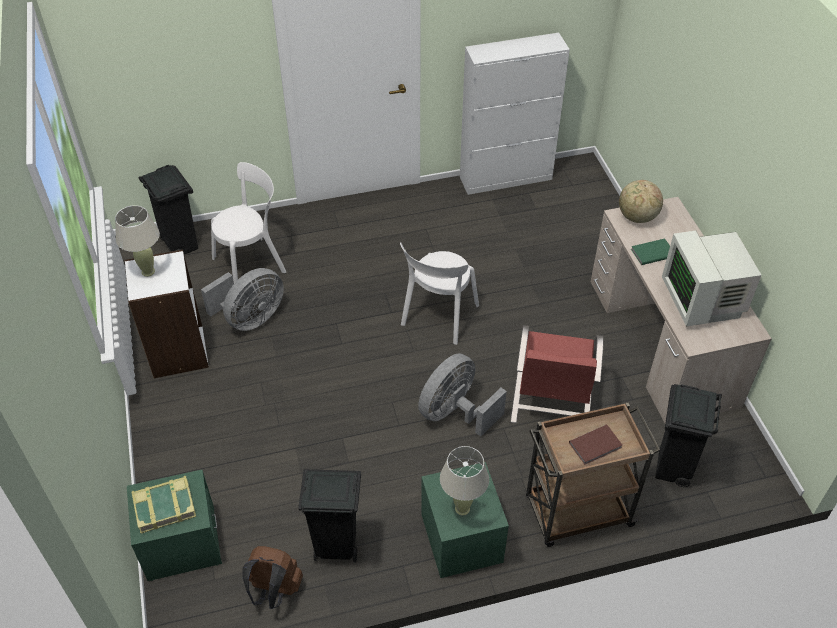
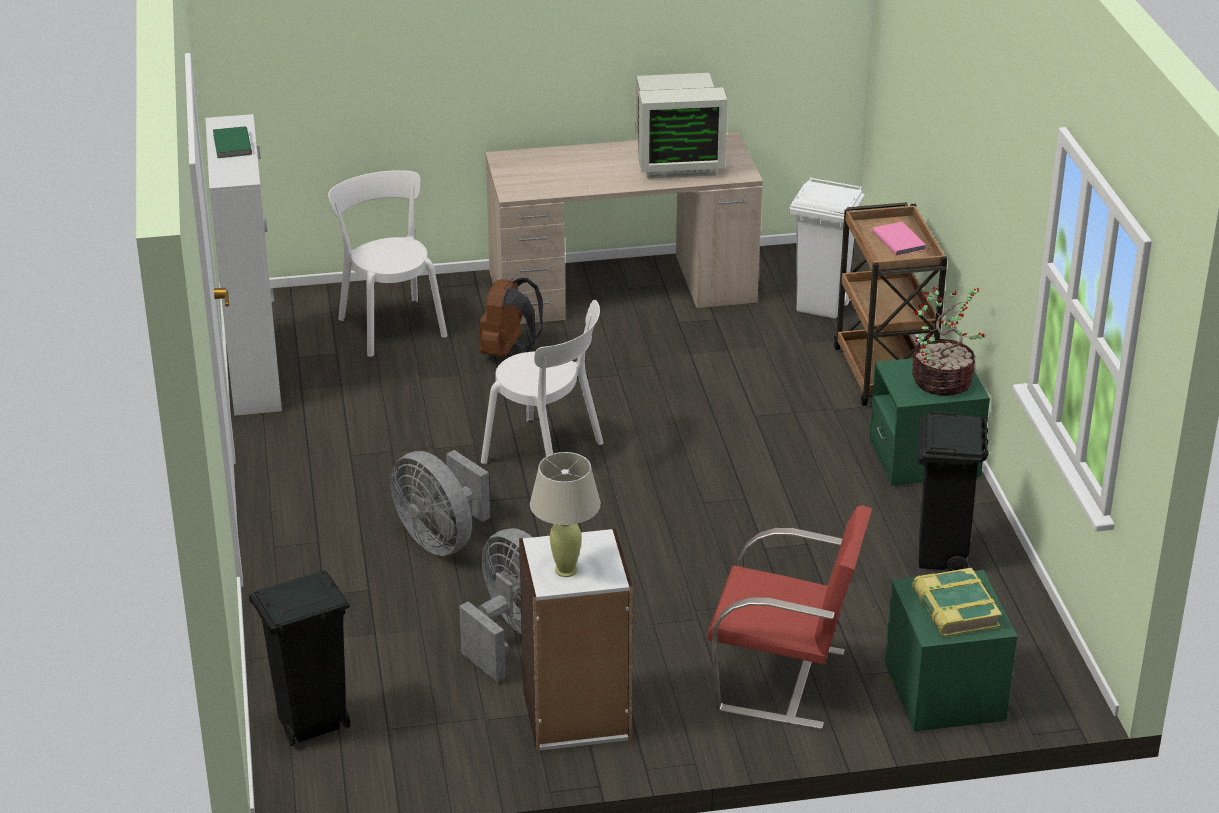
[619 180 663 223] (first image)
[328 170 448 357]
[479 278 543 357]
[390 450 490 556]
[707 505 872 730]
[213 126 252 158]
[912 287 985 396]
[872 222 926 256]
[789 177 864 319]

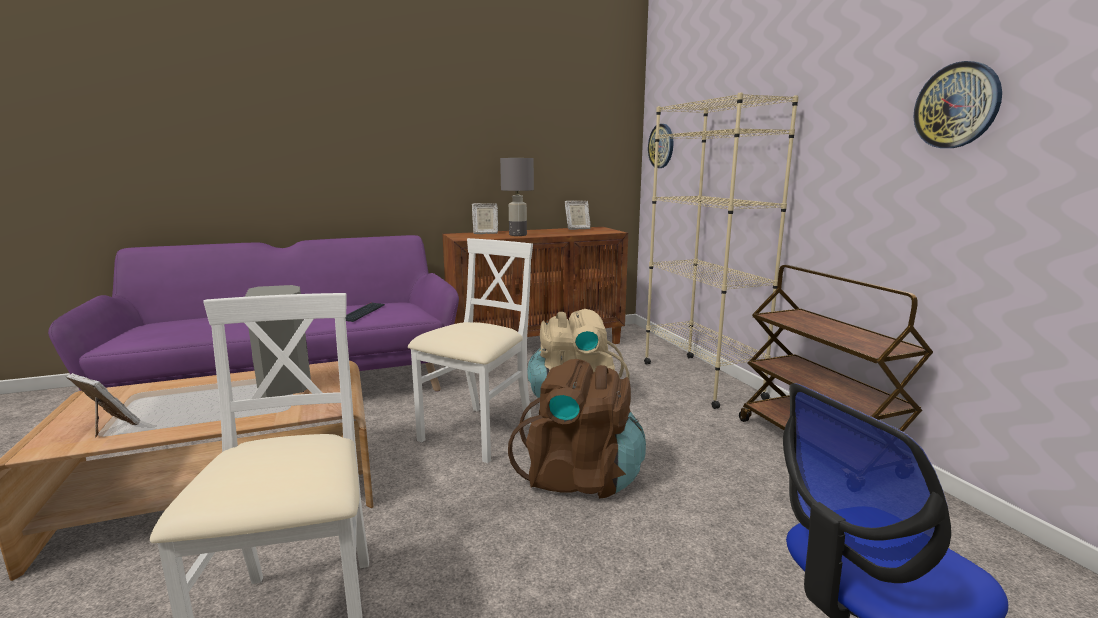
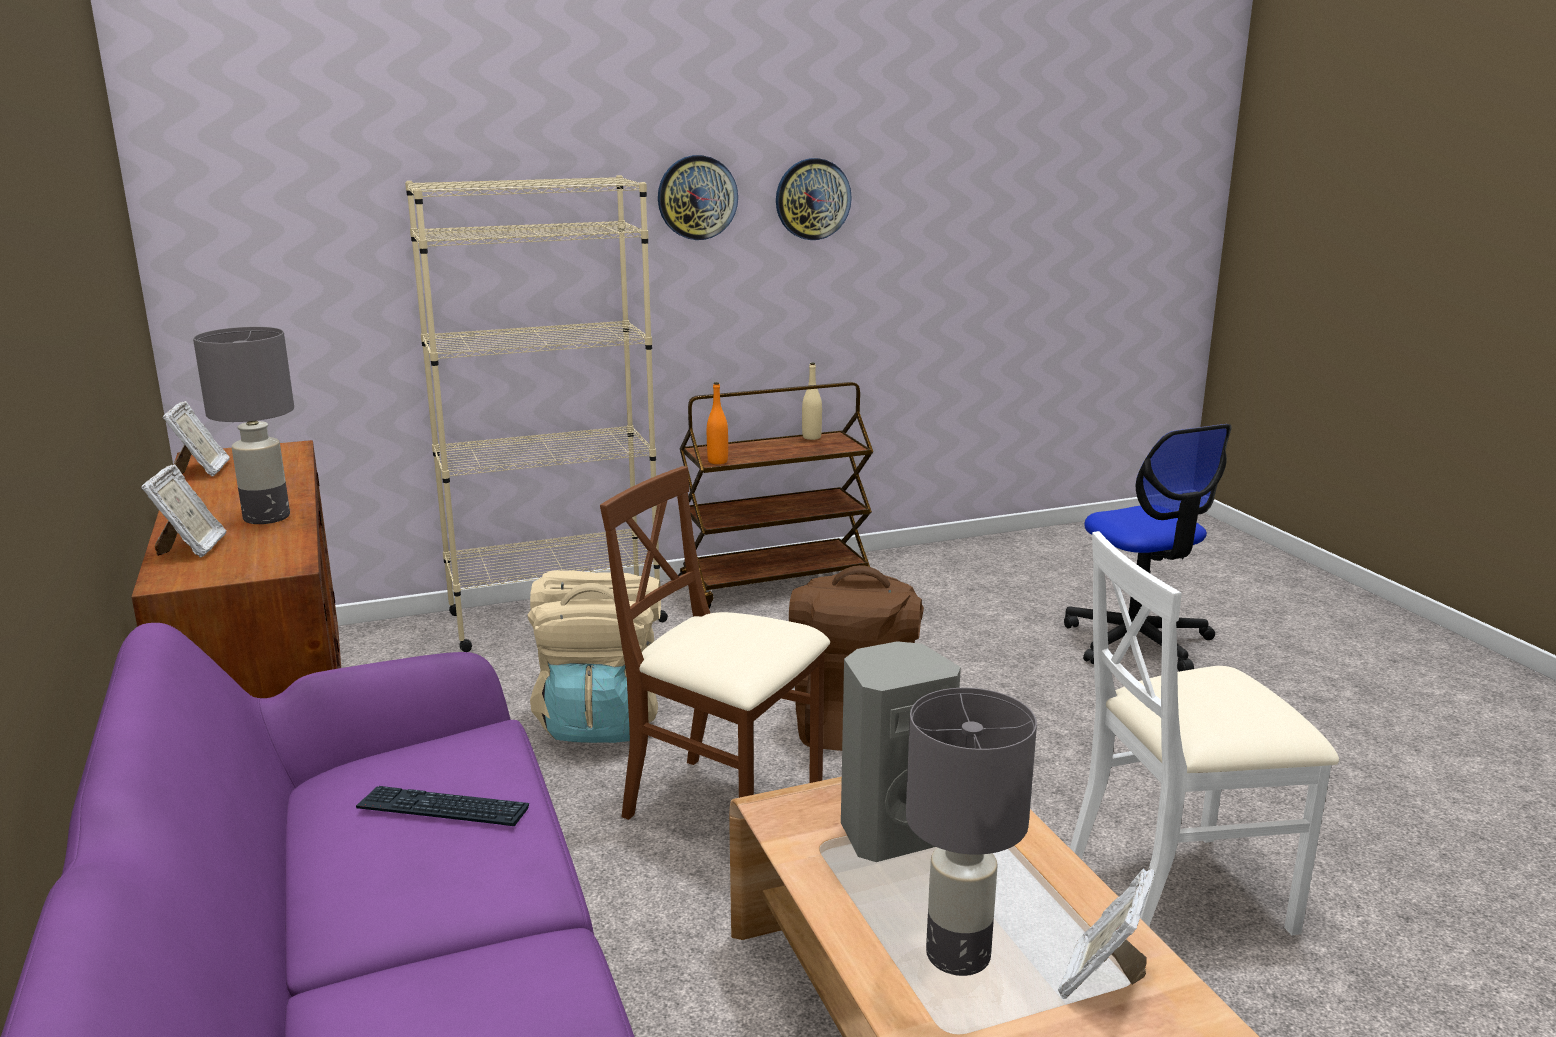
[707 382 728 464]
[802 362 822 440]
[906 688 1037 976]
[658 155 738 240]
[600 466 830 820]

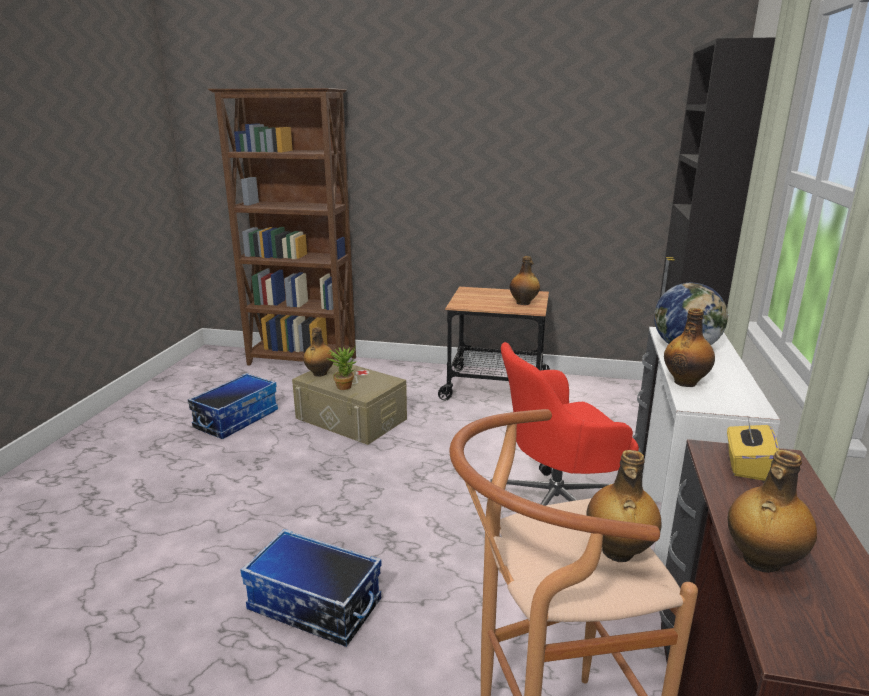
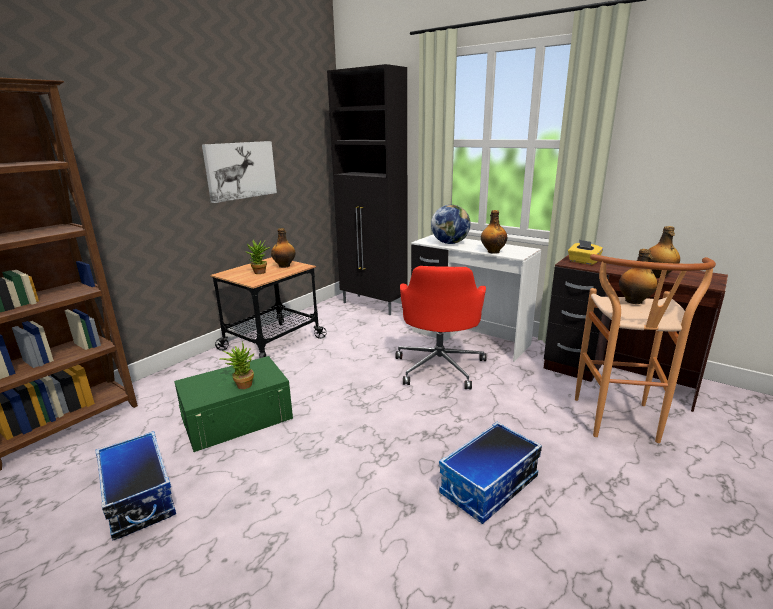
[303 327 335 377] (first image)
[202 141 277 203]
[245 240 271 274]
[174 356 293 452]

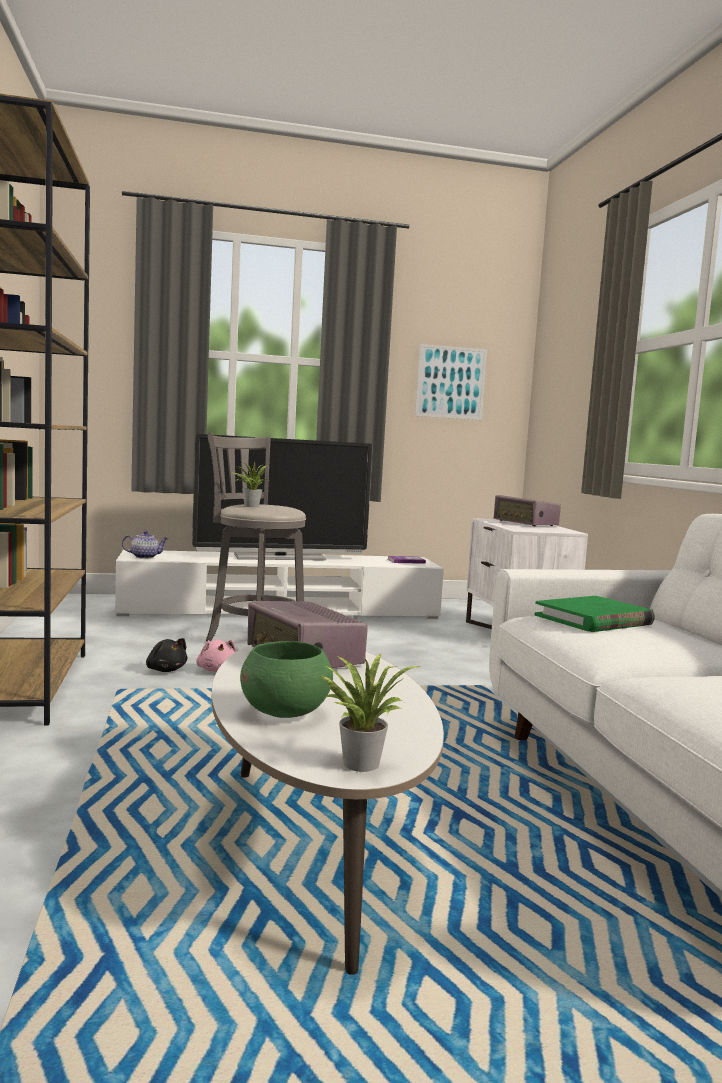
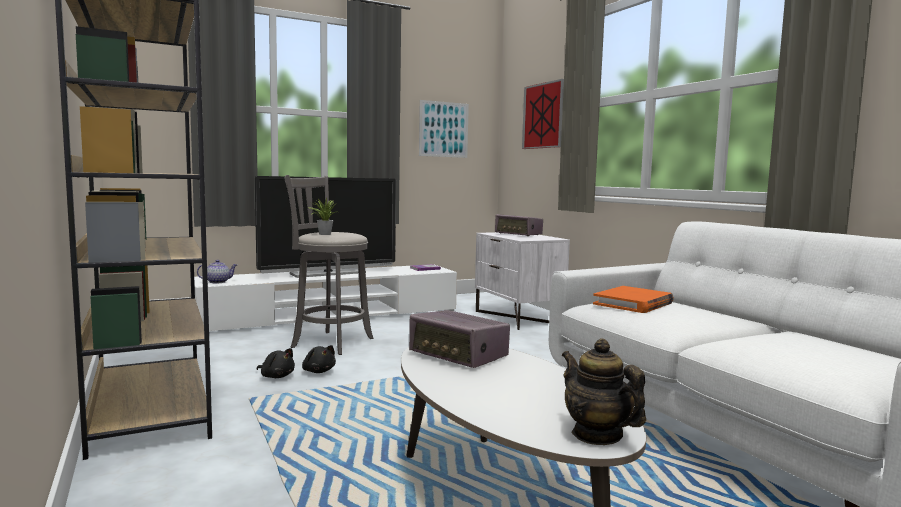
[240 641 333 718] (first image)
[522 79 564 149]
[562 338 646 445]
[302 345 336 373]
[593 286 674 313]

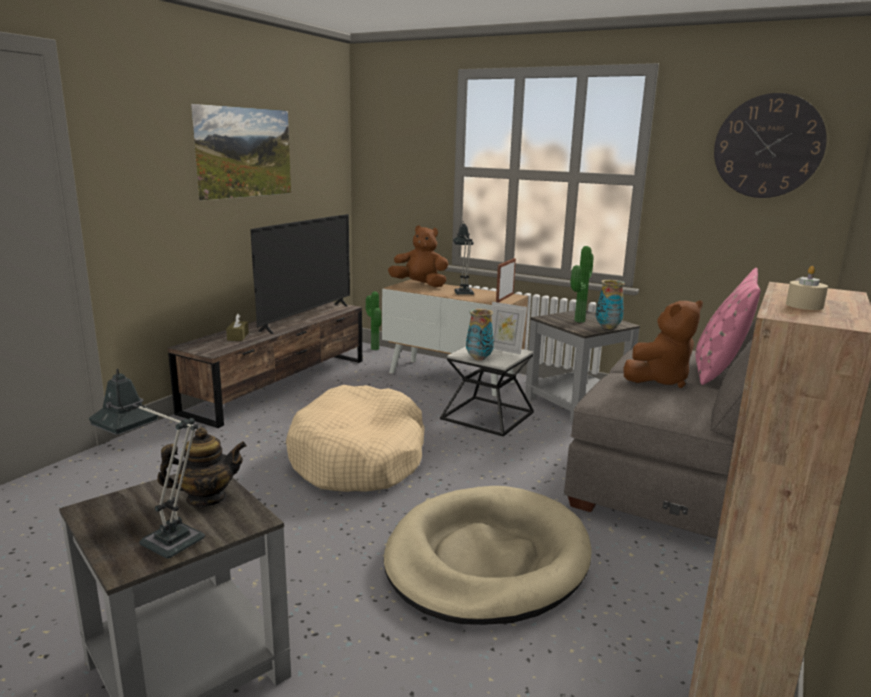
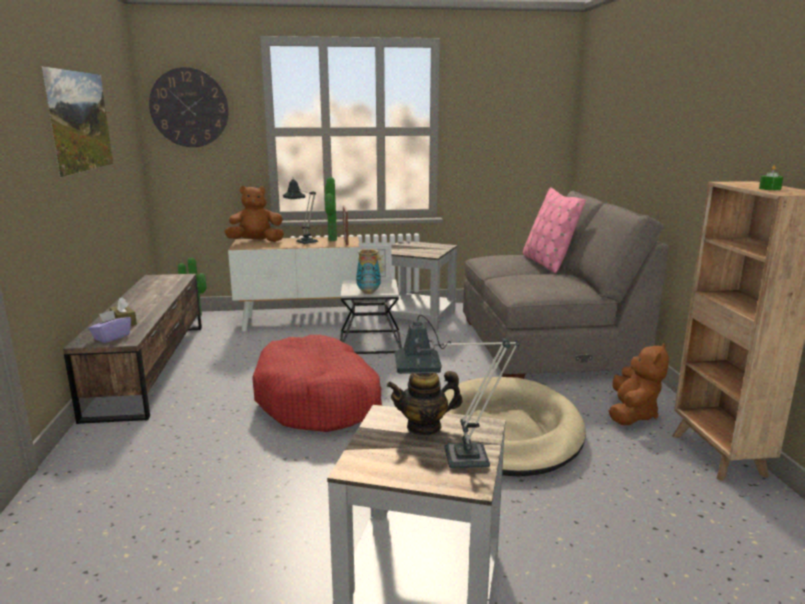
[250 214 350 334] (first image)
[596 280 625 329] (first image)
[89 310 131 343]
[325 177 337 241]
[609 343 669 425]
[149 67 229 147]
[252 335 382 432]
[759 166 783 190]
[387 371 463 436]

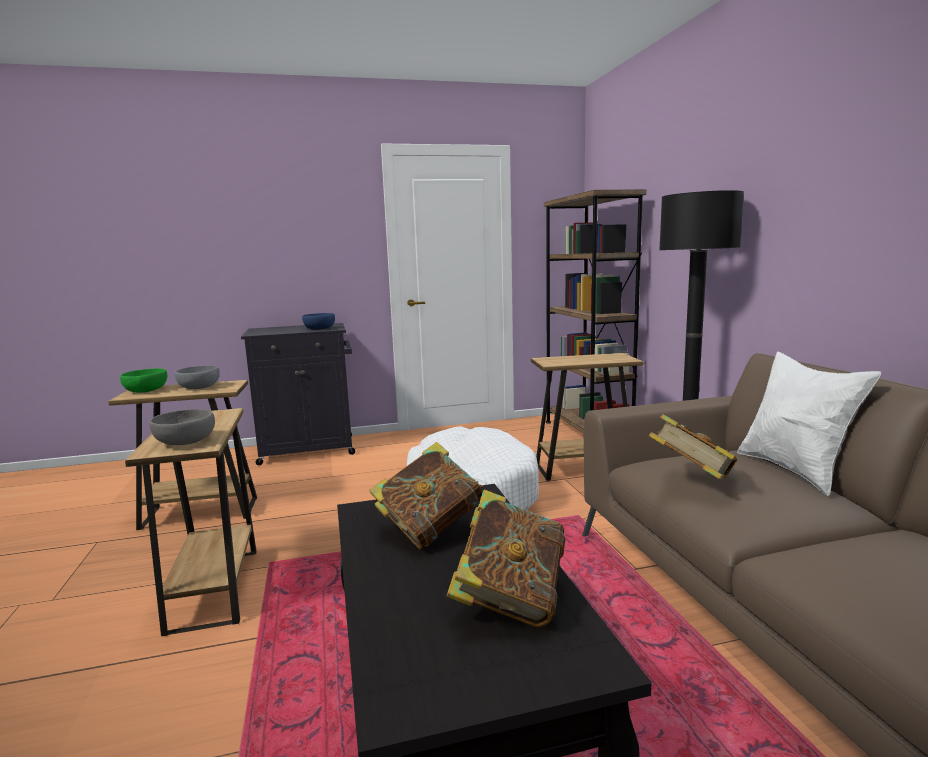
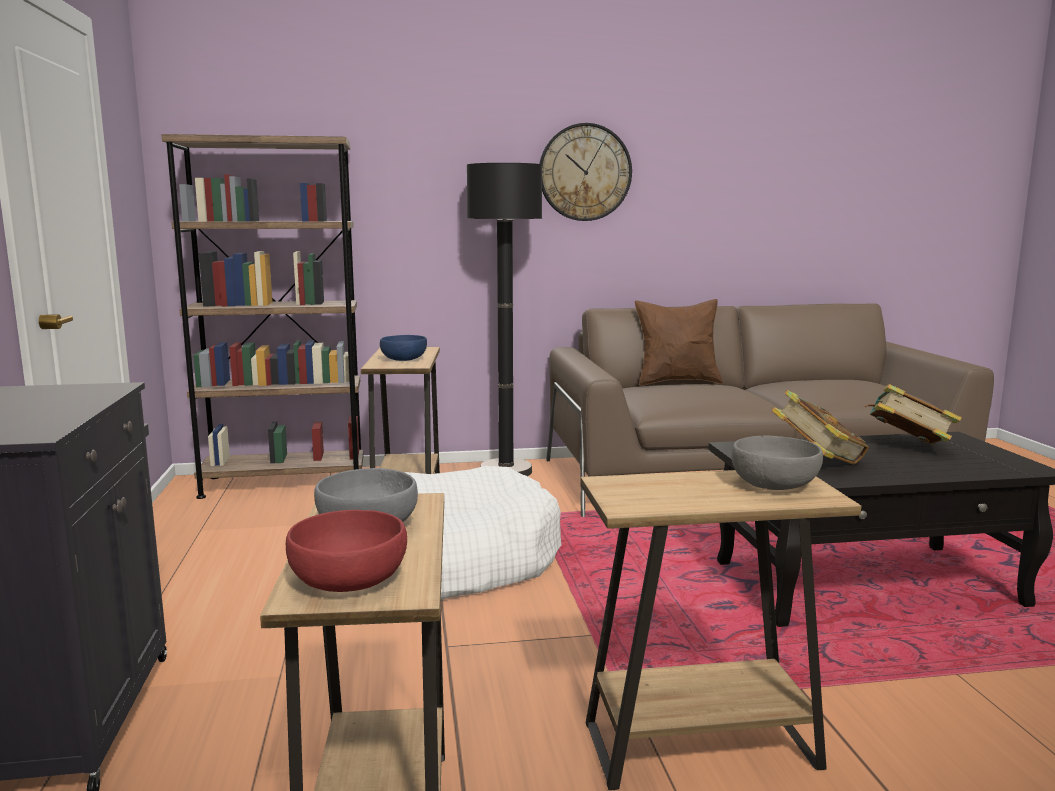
[649 414 737 479] (first image)
[539 123 632 221]
[380 335 427 361]
[286 510 407 592]
[635 299 723 386]

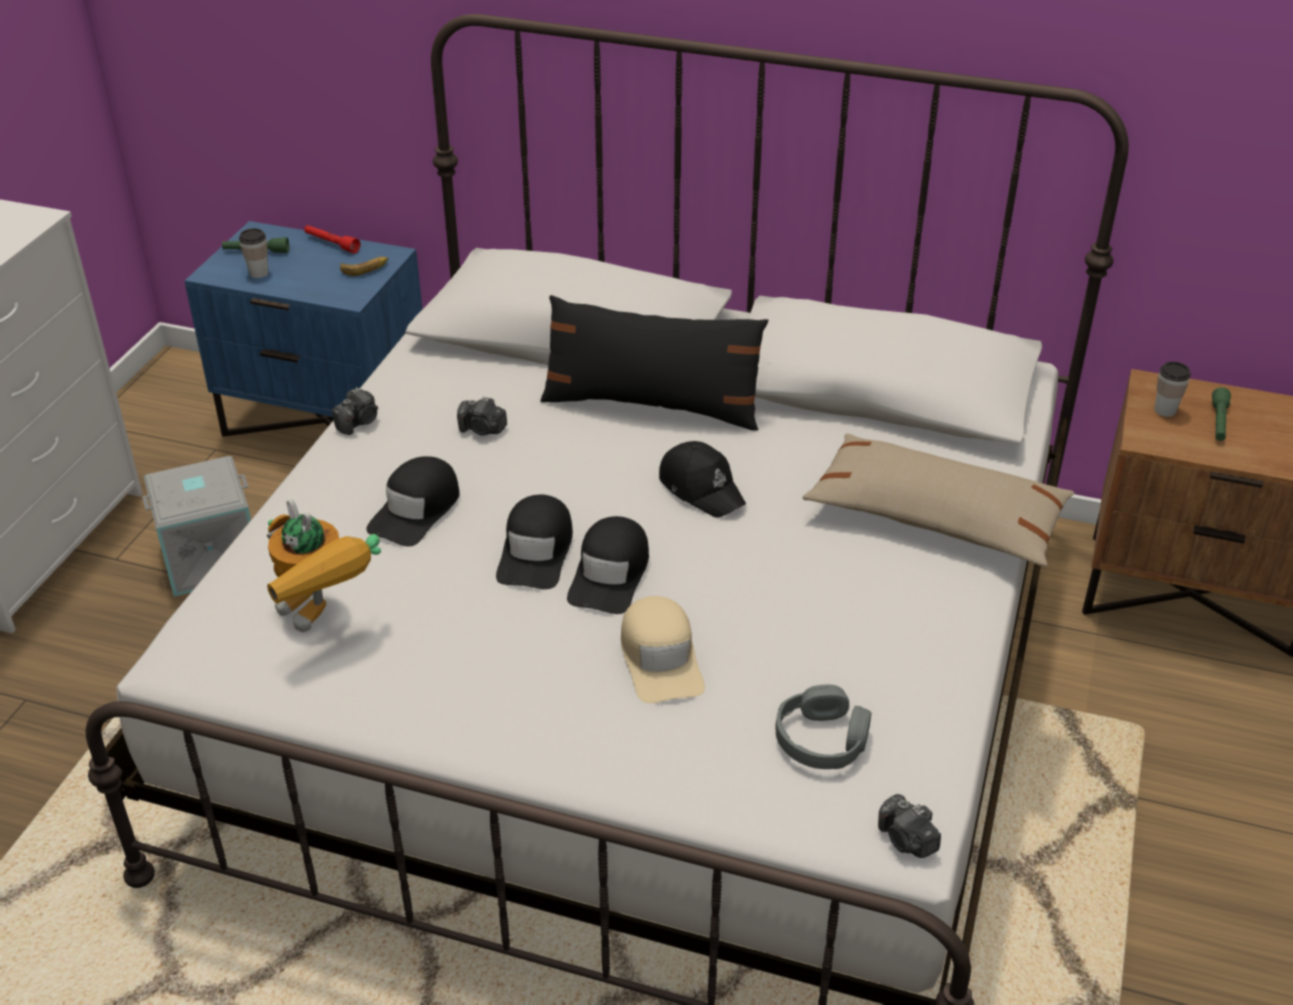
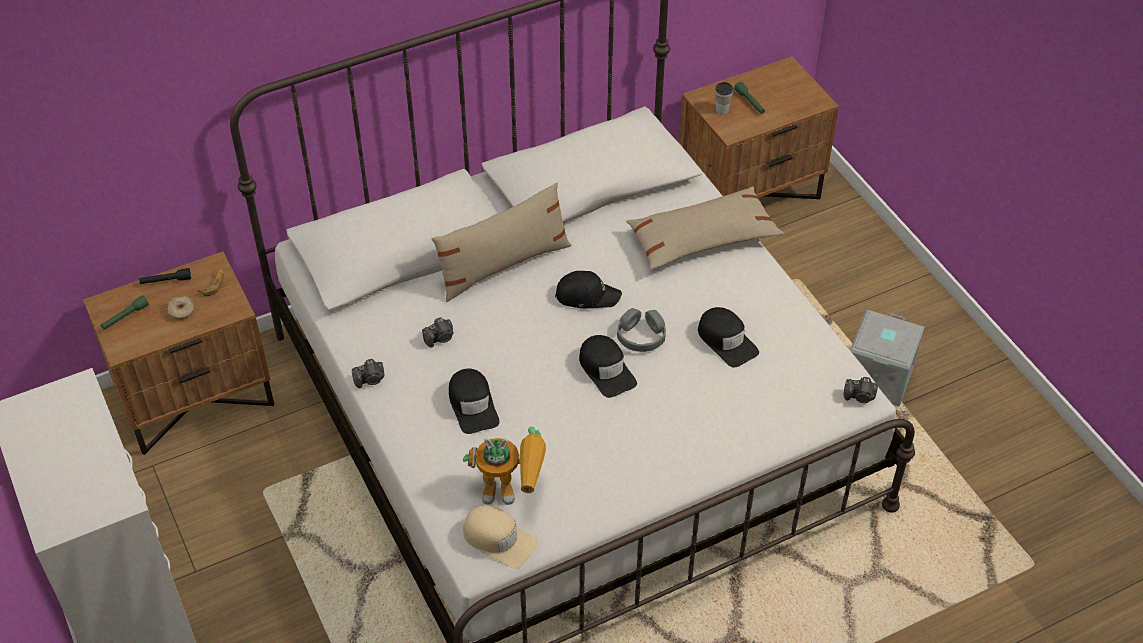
[239 228 268 278] (first image)
[167 295 194 320]
[850 309 925 407]
[698 307 759 368]
[463 505 538 569]
[617 308 666 352]
[83 252 274 455]
[139 268 191 284]
[432 183 571 302]
[352 359 384 388]

